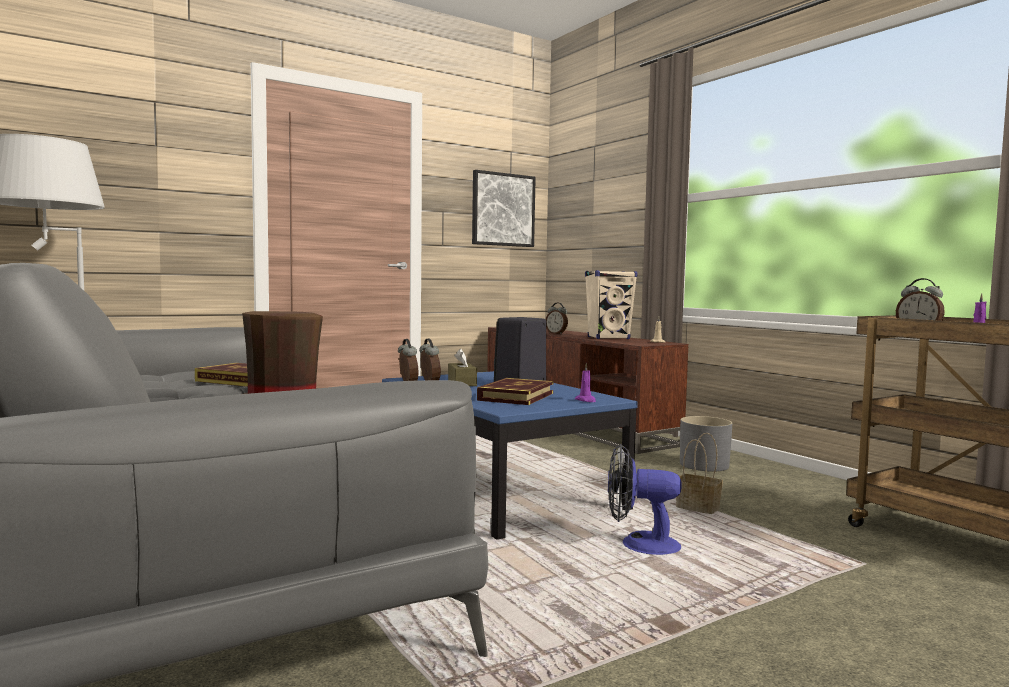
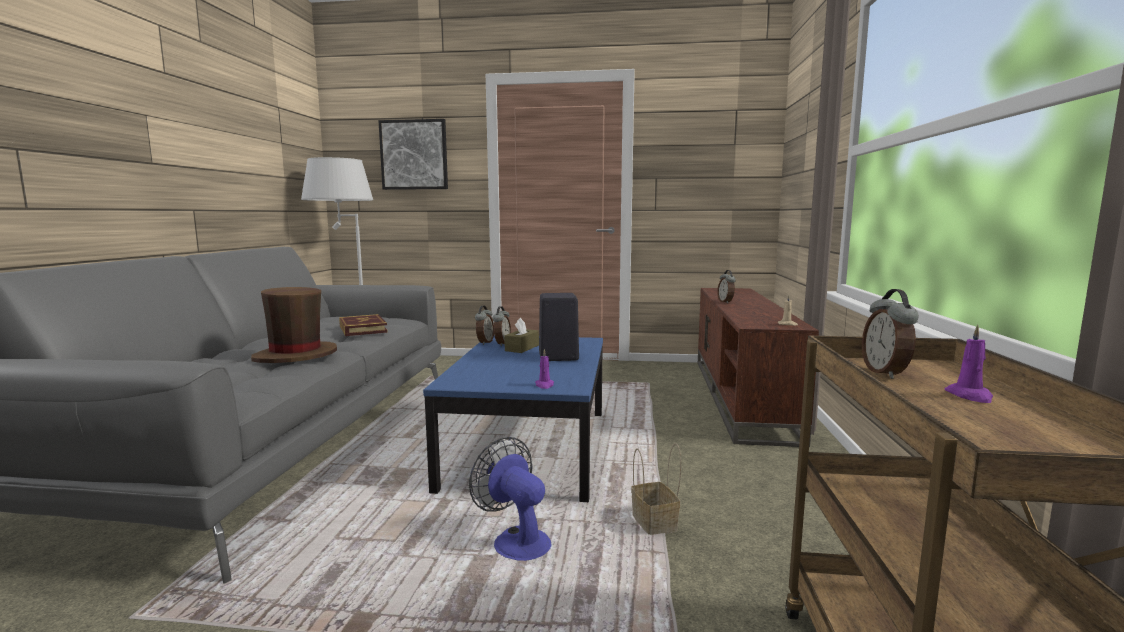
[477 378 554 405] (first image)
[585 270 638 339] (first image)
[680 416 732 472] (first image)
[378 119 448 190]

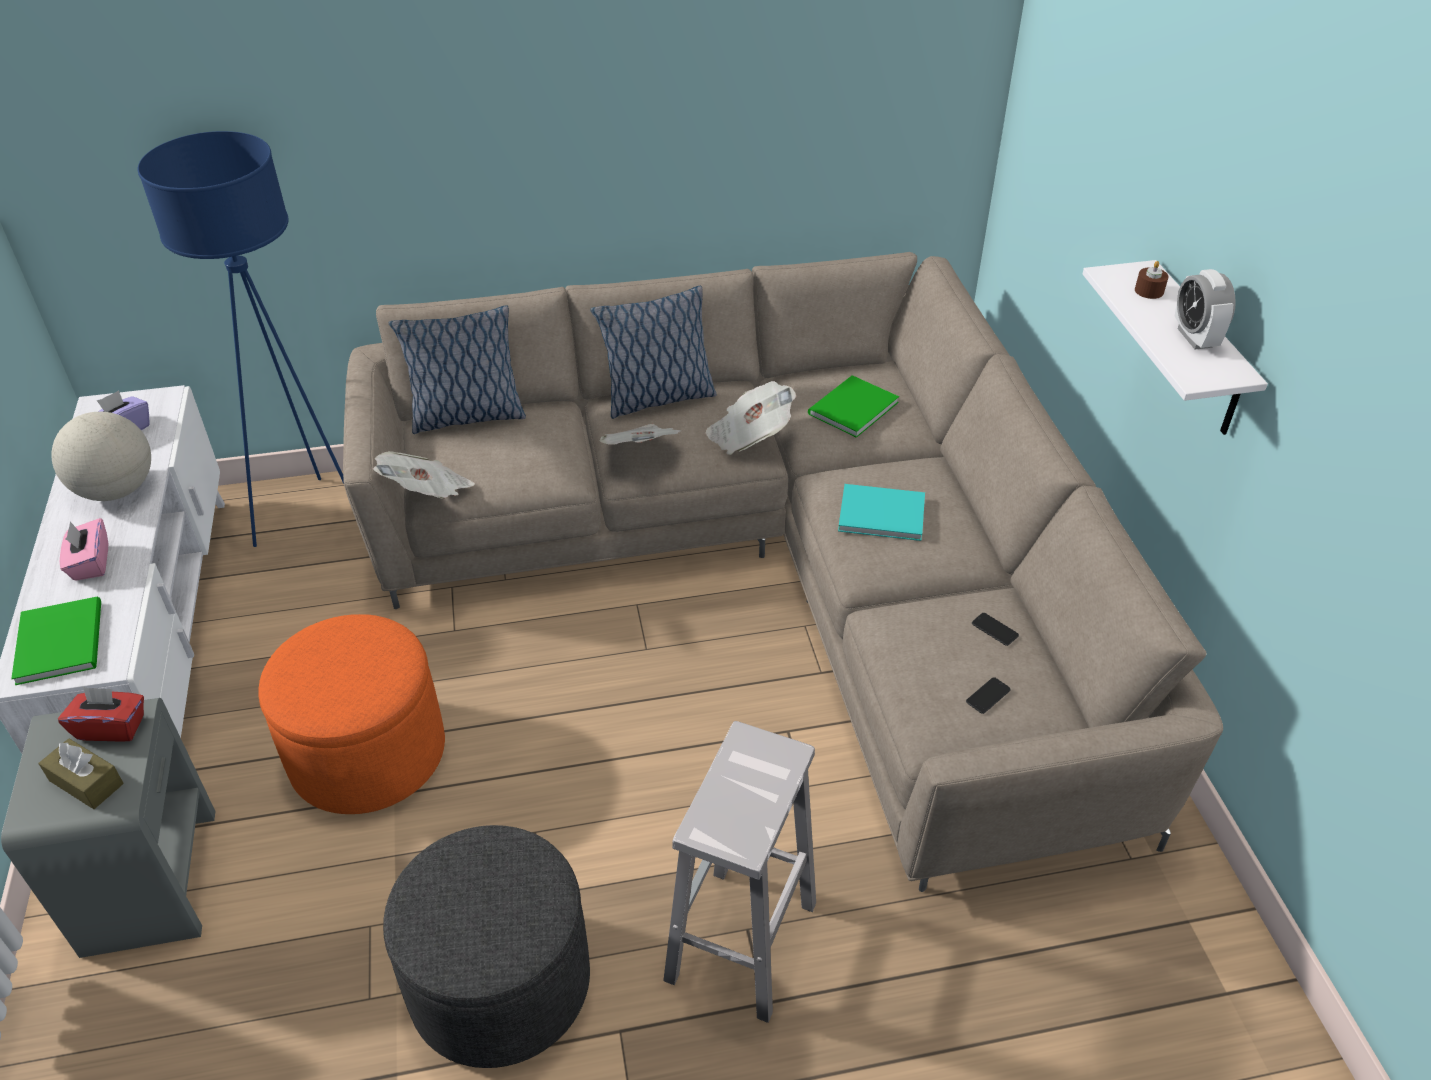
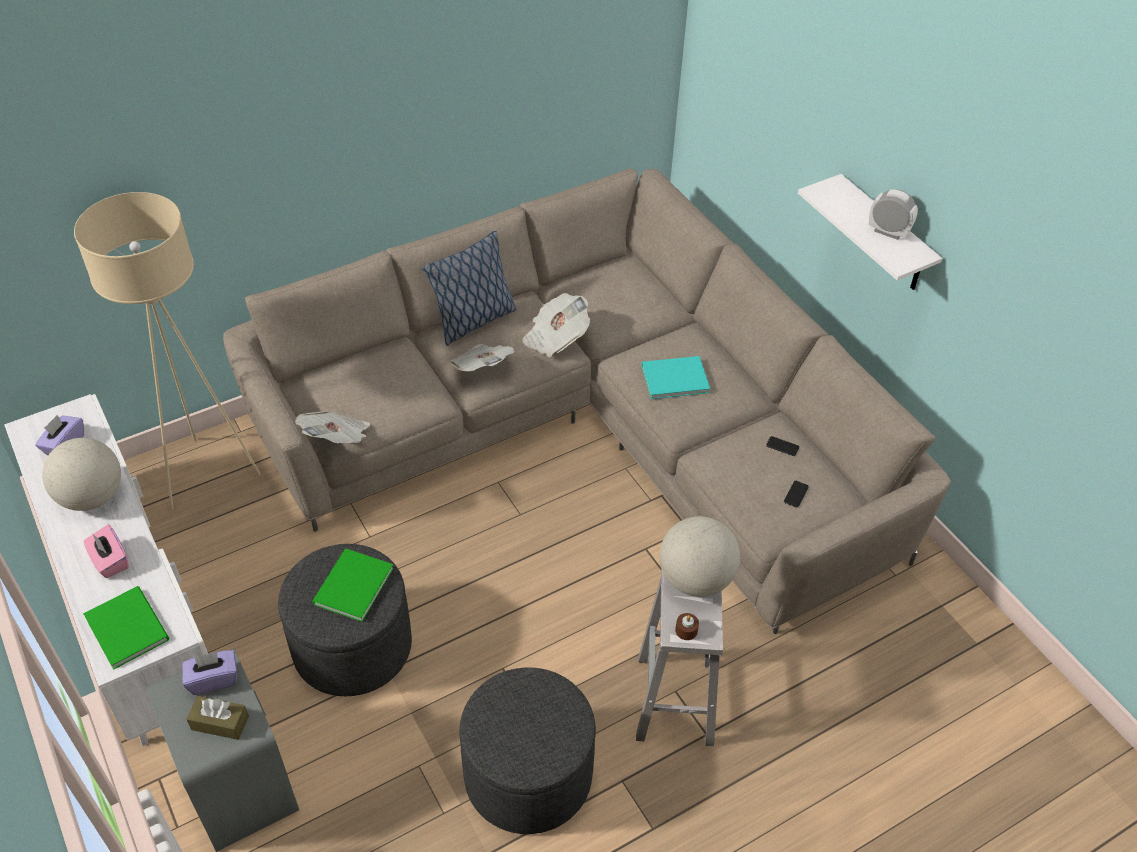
[388 305 526 434] (first image)
[660 516 740 597]
[312 549 394 622]
[675 613 699 640]
[182 650 237 695]
[74 192 261 510]
[278 544 412 696]
[869 189 918 240]

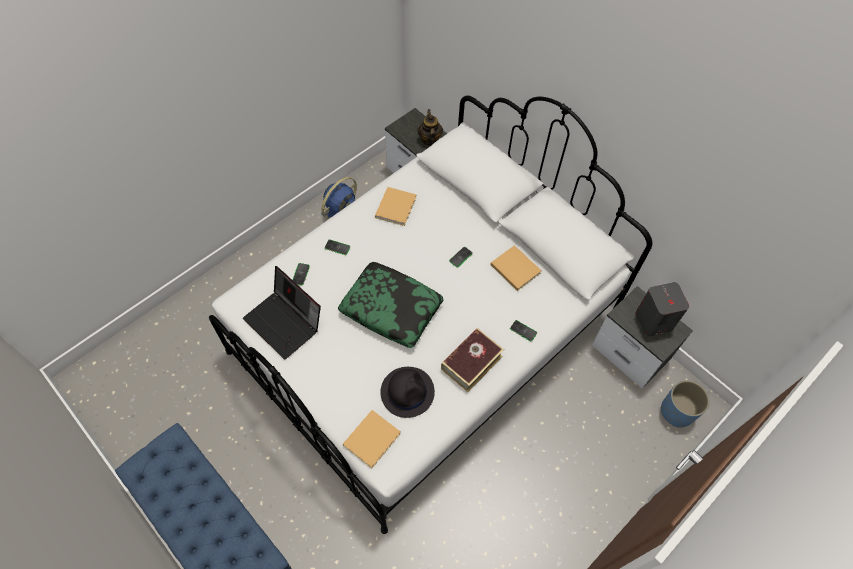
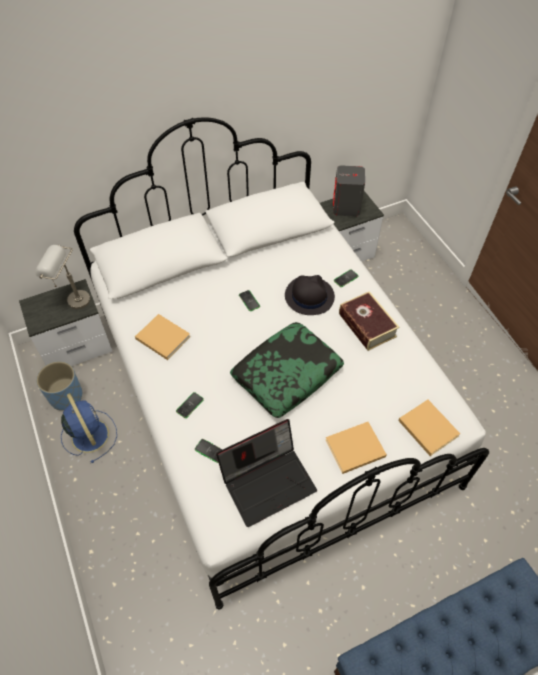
[285 275 335 315]
[326 422 387 474]
[36 361 82 410]
[35 245 90 309]

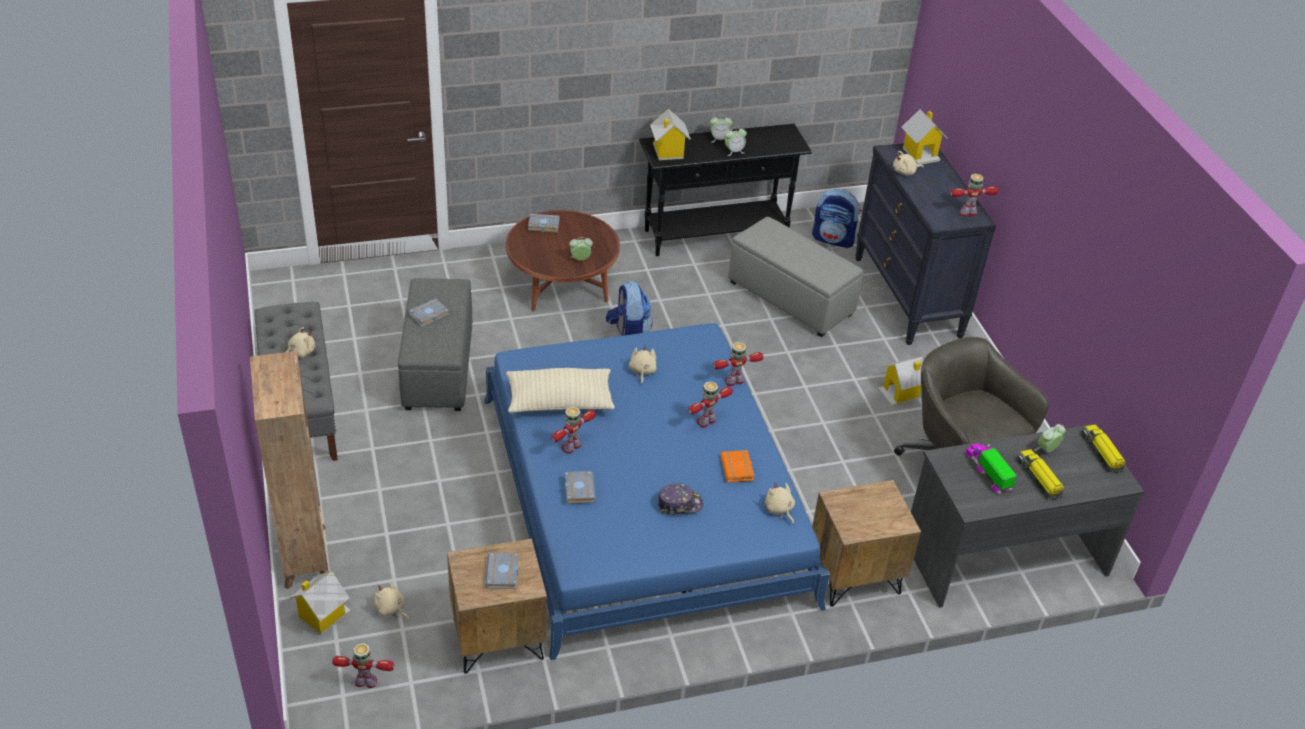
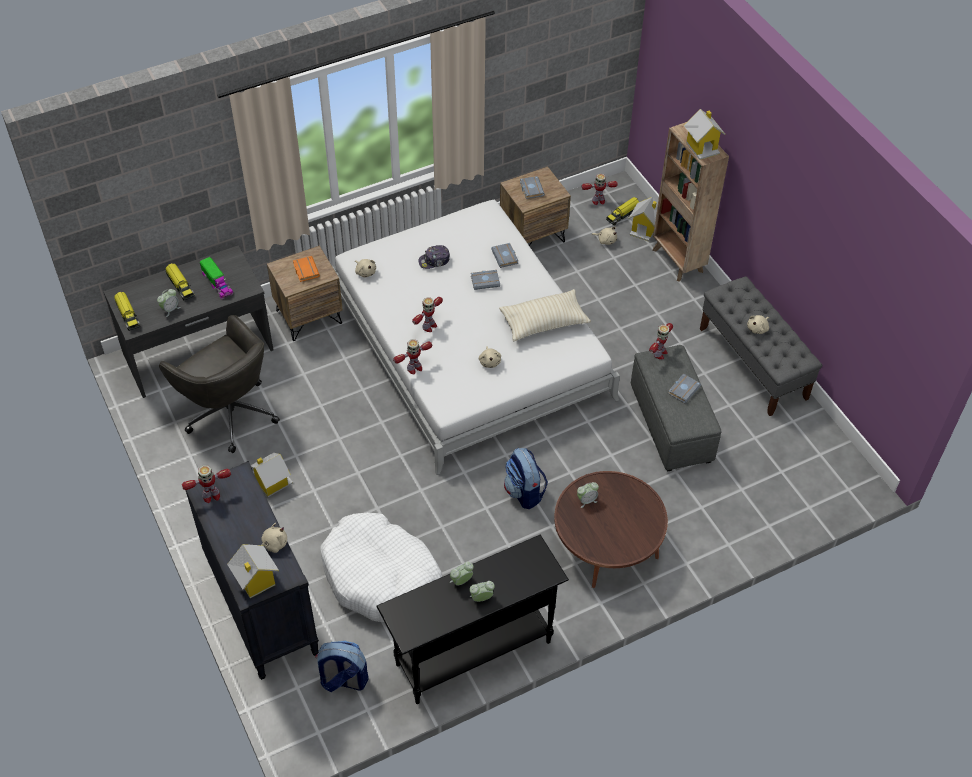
[606 197 639 225]
[471 270 500 290]
[649 323 673 359]
[684 109 725 160]
[293 256 320 282]
[320 513 442 622]
[332 200 620 475]

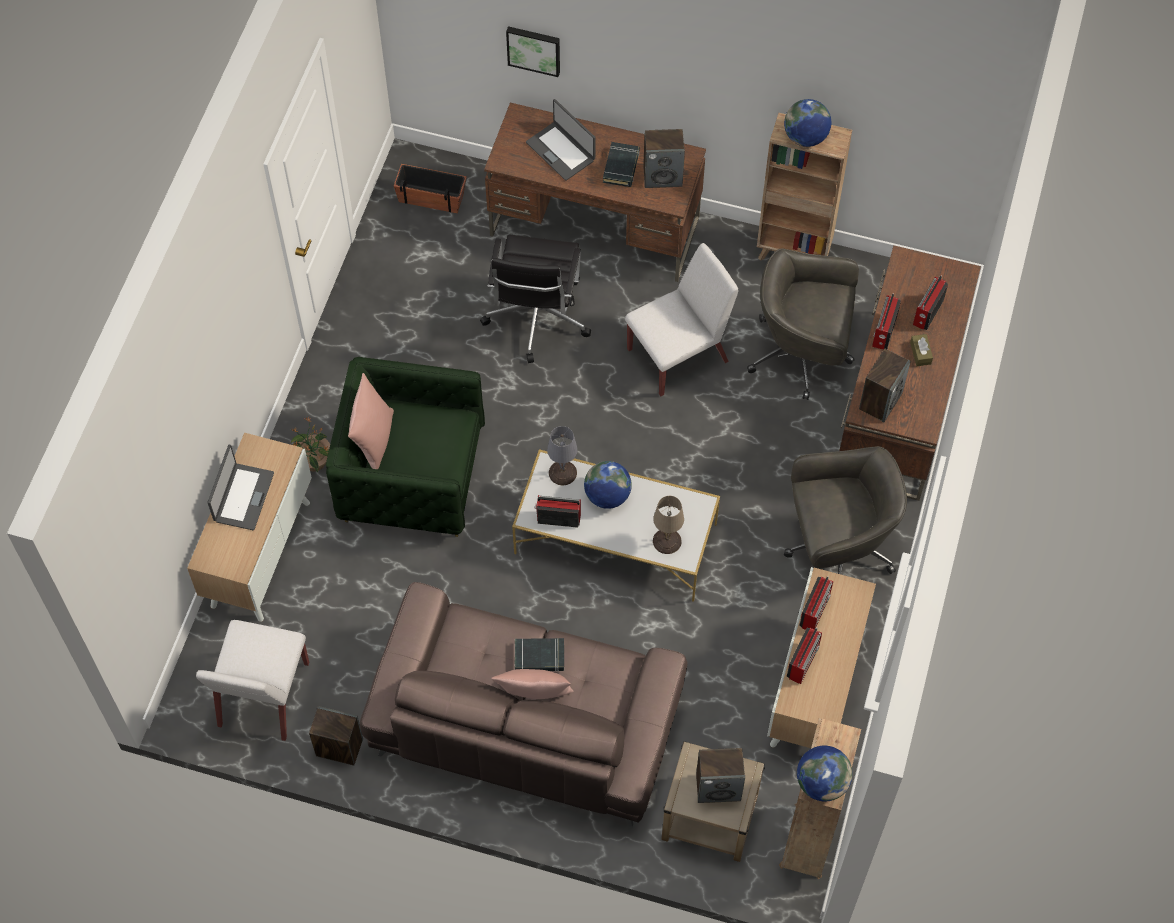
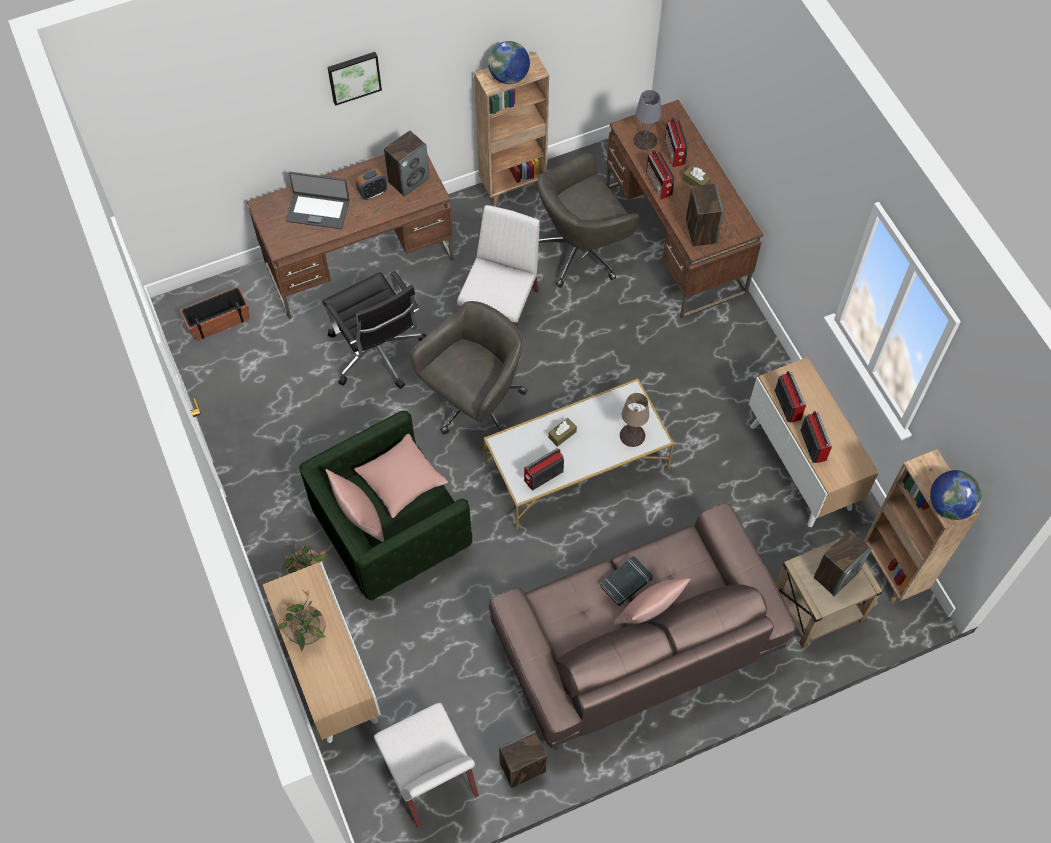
[354 434 448 518]
[327 52 382 106]
[633 90 661 150]
[410 301 527 434]
[278 590 325 652]
[548 418 577 447]
[356 168 387 200]

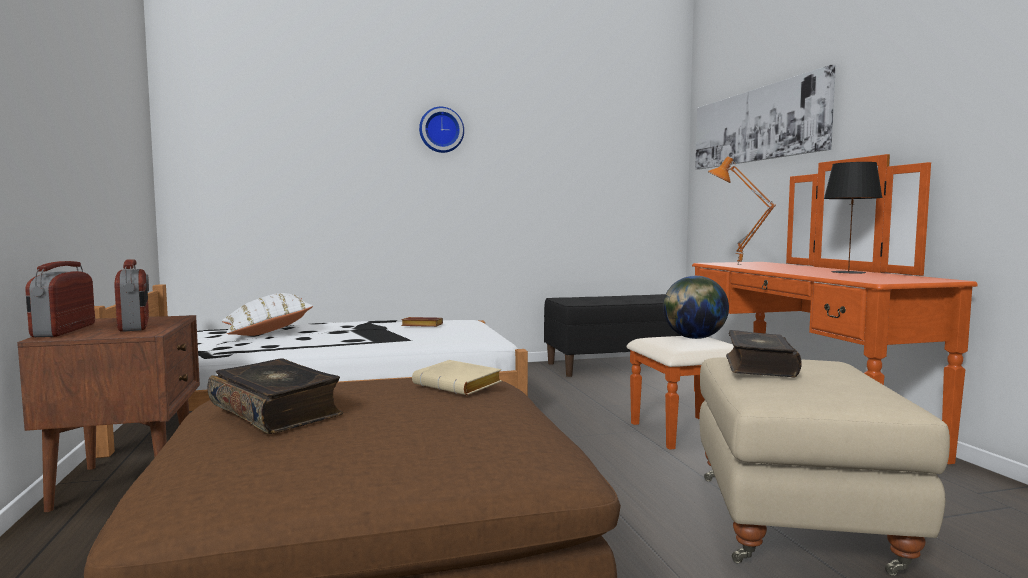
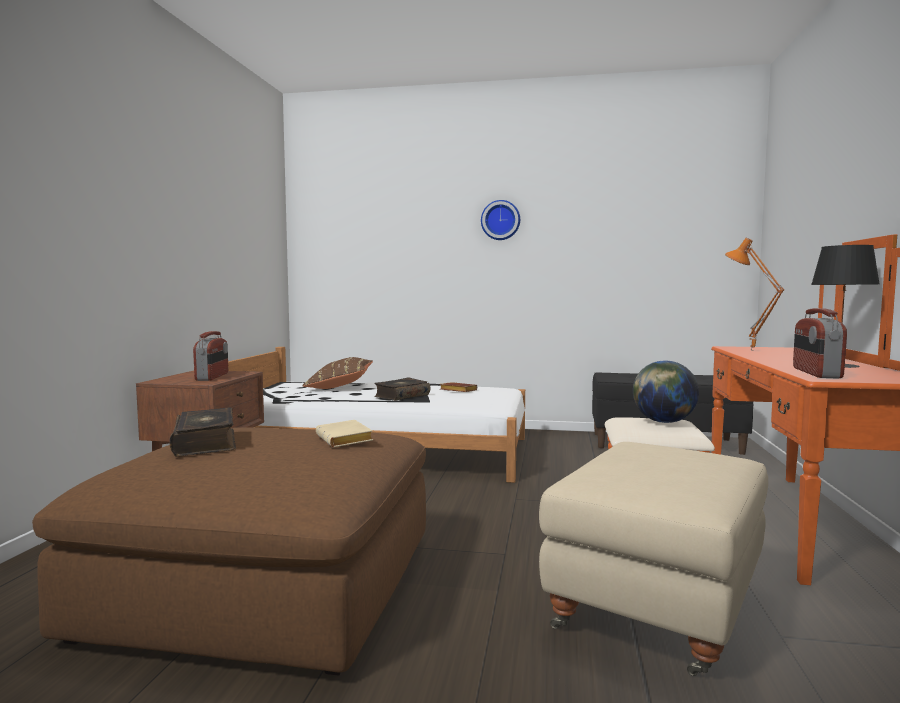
[695 65 836 170] (first image)
[793 308 847 379]
[374 377 430 401]
[302 357 373 389]

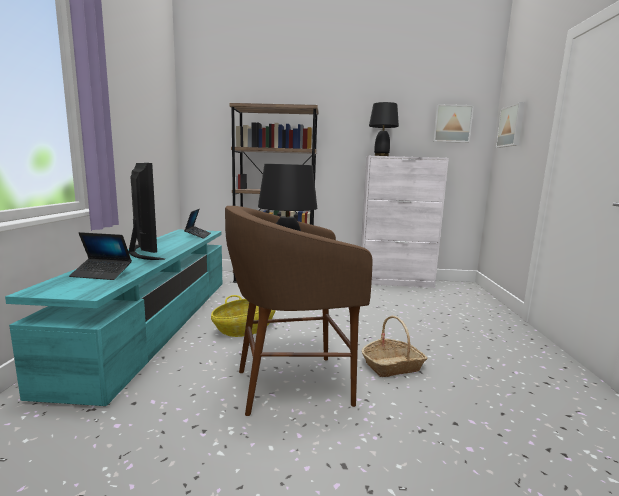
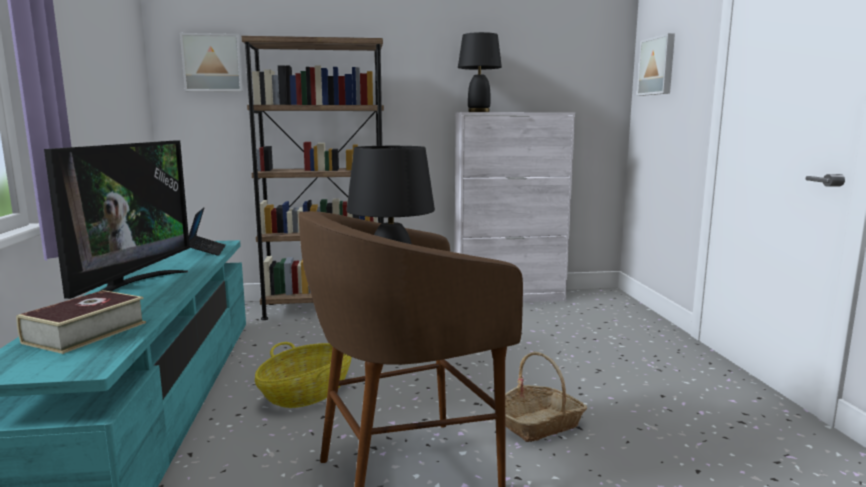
[180 33 243 92]
[16 290 146 354]
[44 140 190 299]

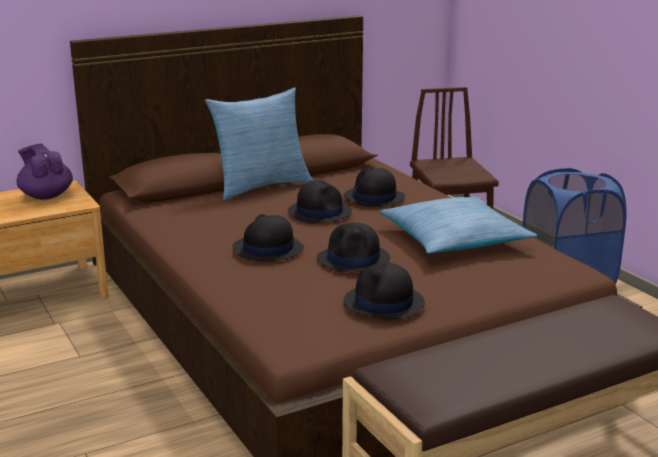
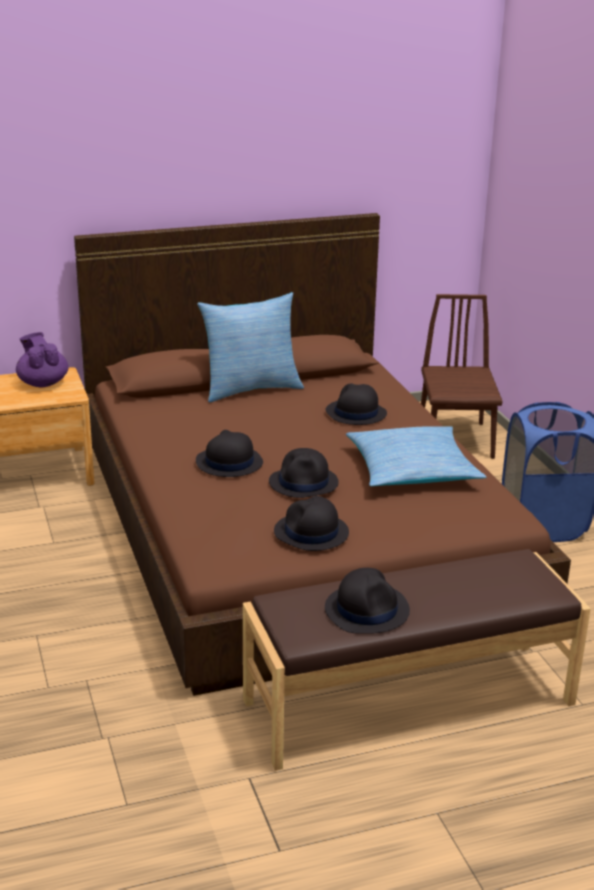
[325 568 410 634]

